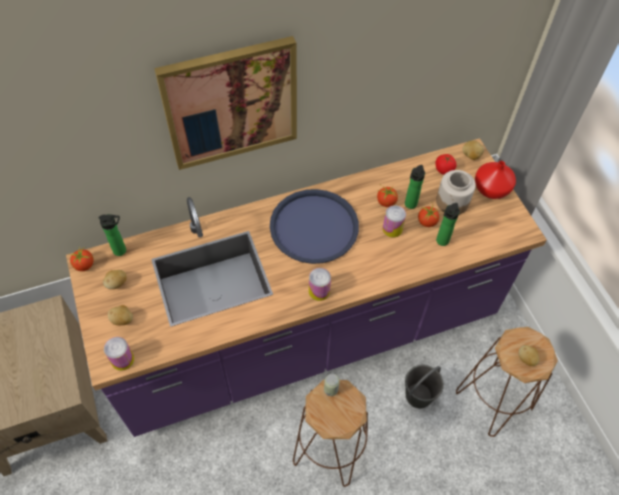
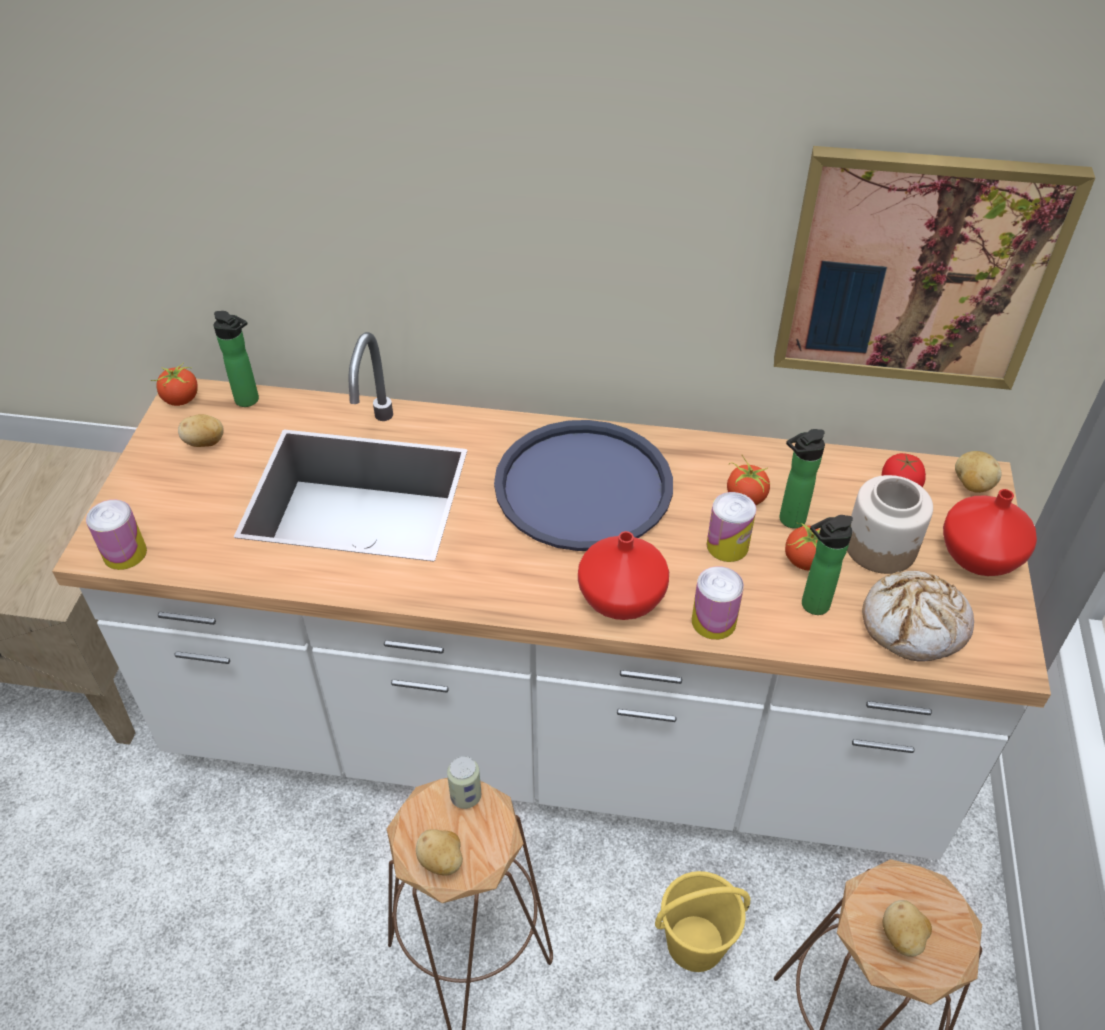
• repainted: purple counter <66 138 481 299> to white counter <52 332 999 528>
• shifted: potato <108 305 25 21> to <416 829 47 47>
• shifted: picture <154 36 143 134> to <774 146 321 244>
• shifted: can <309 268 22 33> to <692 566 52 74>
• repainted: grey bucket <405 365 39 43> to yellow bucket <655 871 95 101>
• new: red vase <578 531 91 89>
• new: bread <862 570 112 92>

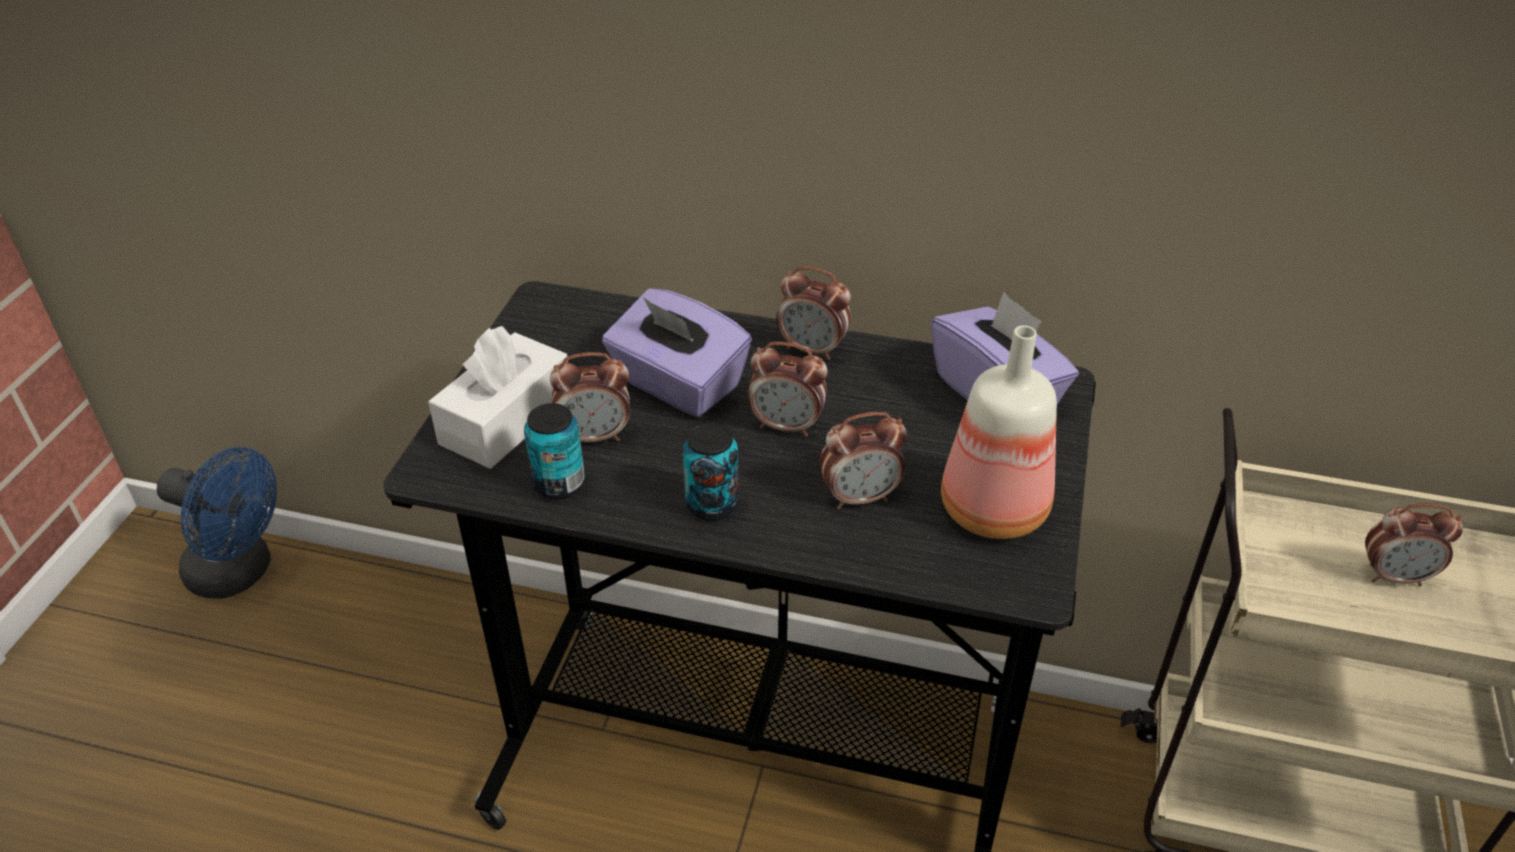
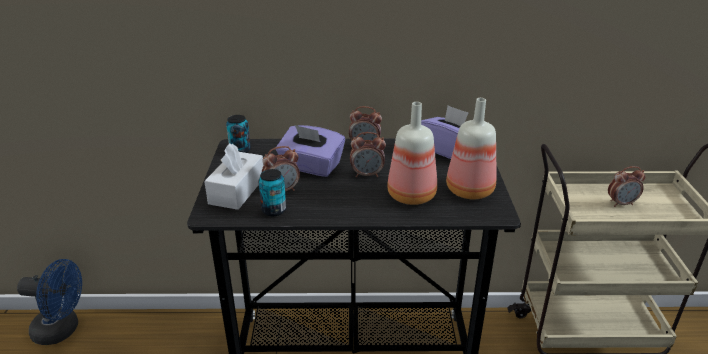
• shifted: can <683 423 56 98> to <226 115 25 38>
• swapped: alarm clock <820 412 87 97> to bottle <387 102 50 103>

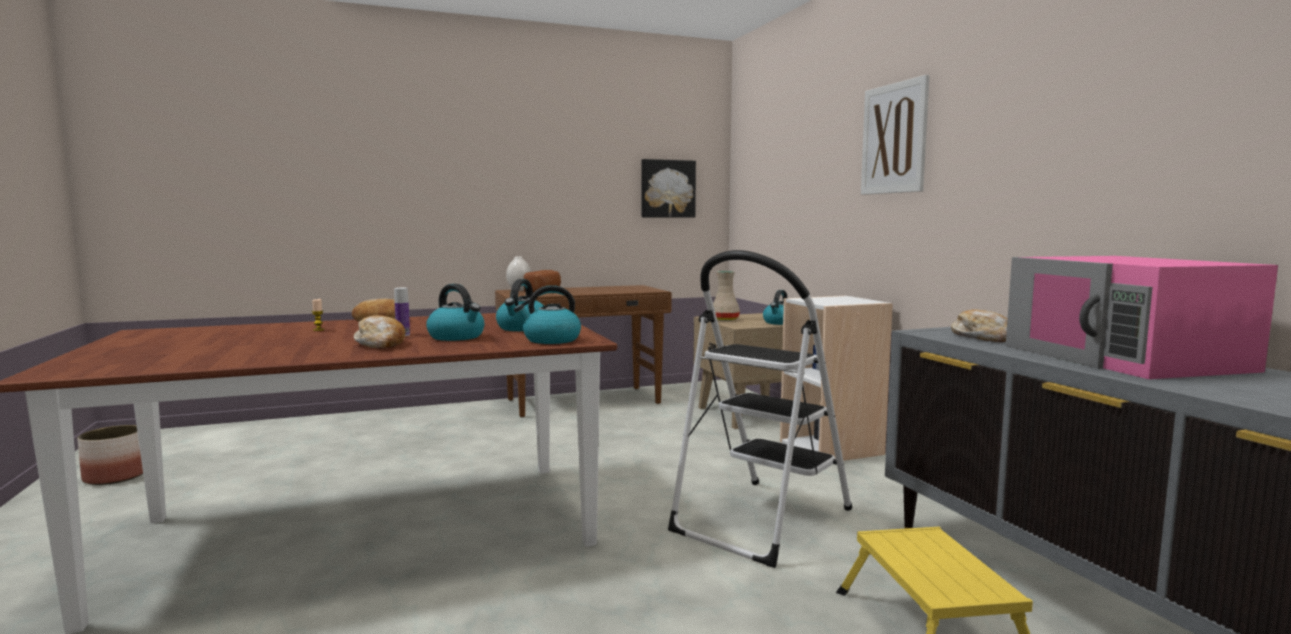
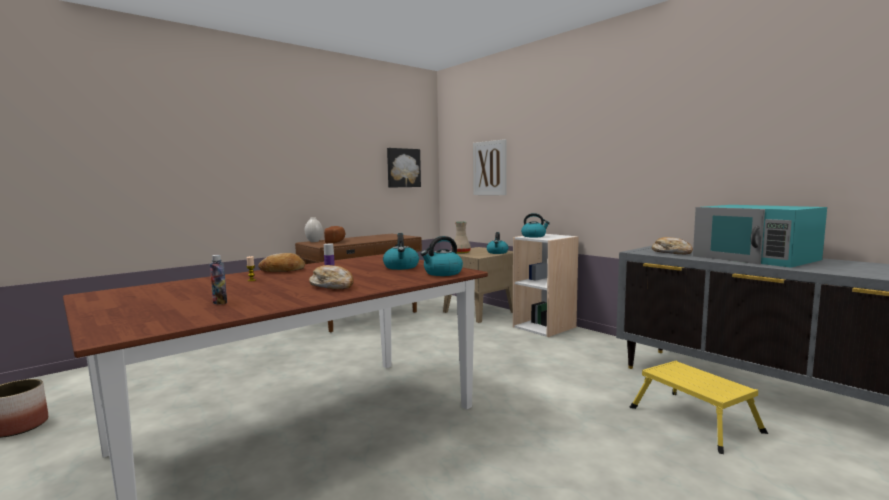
• shifted: kettle <426 284 58 57> to <521 213 29 25>
• gone: step ladder <668 250 184 318>
• shifted: picture <861 75 69 120> to <473 139 33 56>
• repainted: pink microwave <1006 256 272 123> to turquoise microwave <693 205 134 63>
• new: bottle <210 255 17 50>

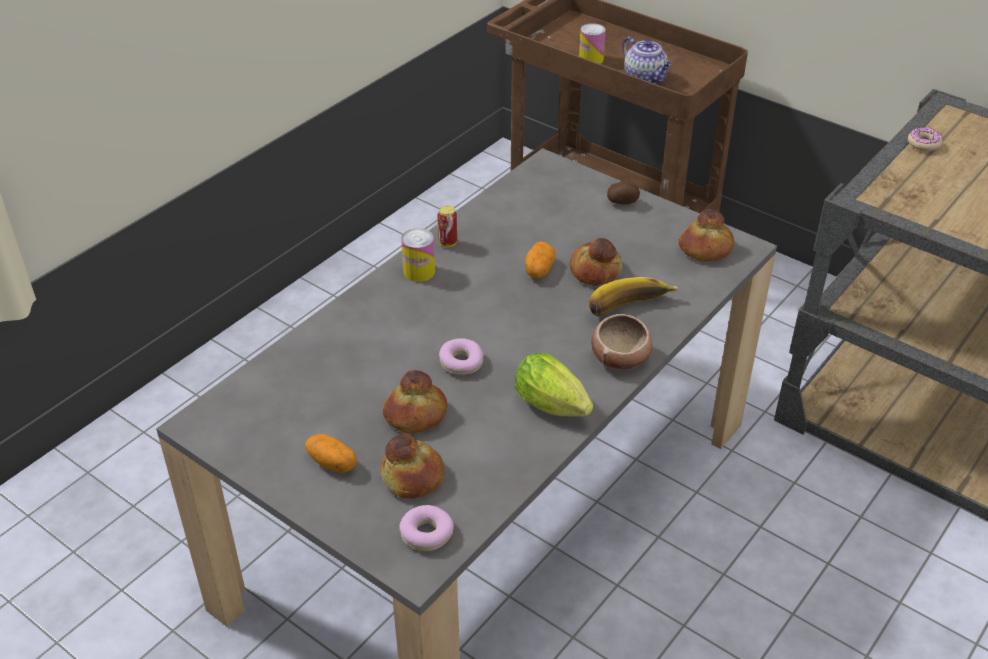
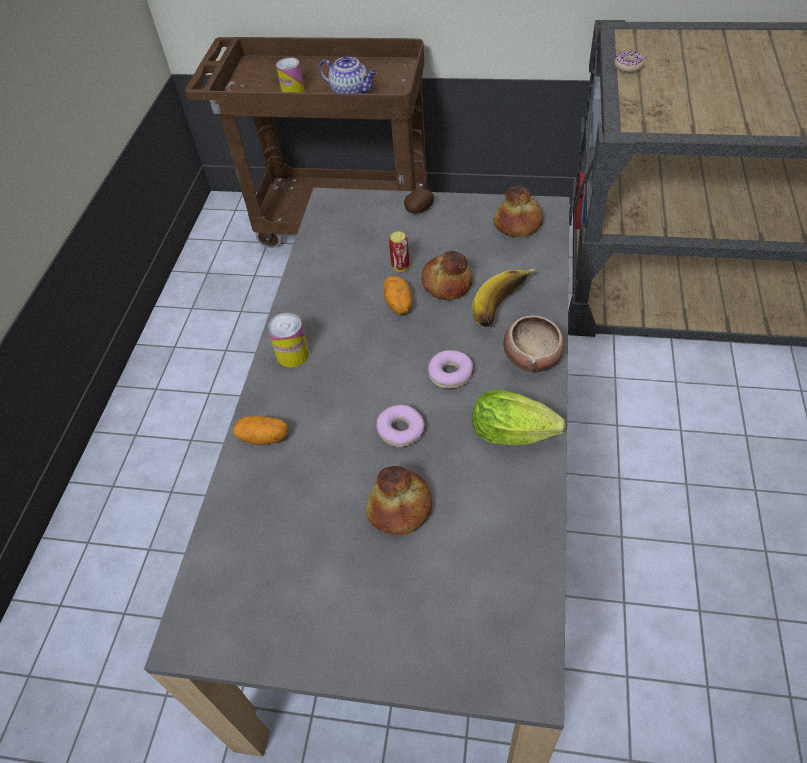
• shifted: potato <305 434 52 39> to <233 416 56 29>
• gone: bread <380 433 64 66>
• shifted: donut <399 505 55 46> to <428 350 45 38>
• shifted: can <438 206 19 41> to <389 231 20 41>

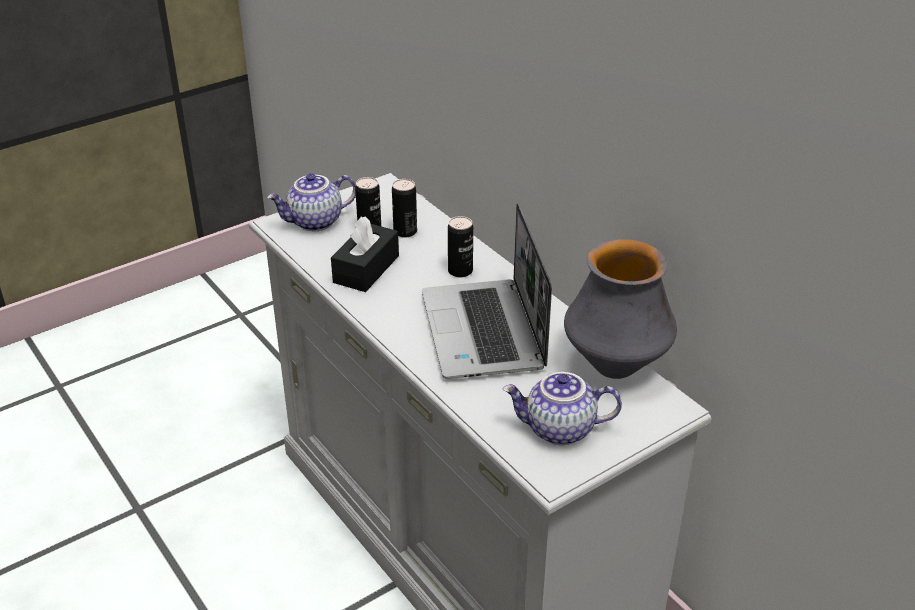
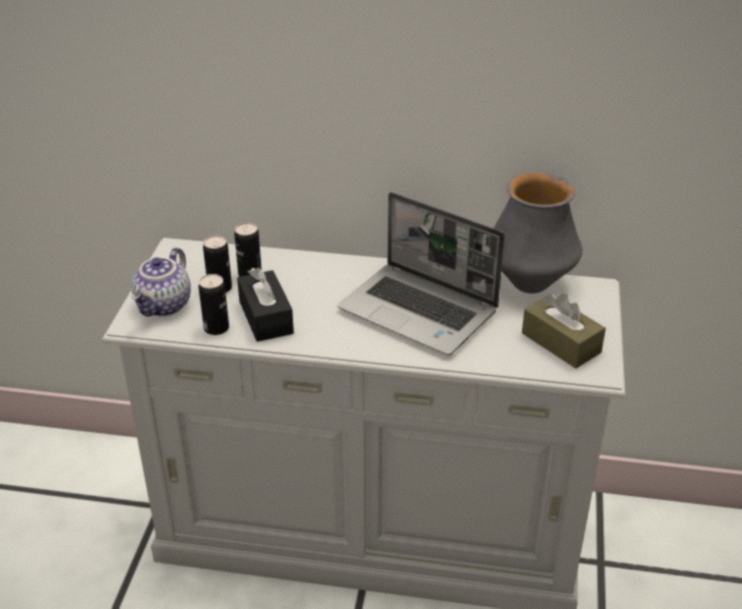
• shifted: can <448 216 25 62> to <198 274 31 61>
• swapped: teapot <502 372 120 73> to brown tissue box <522 293 84 75>

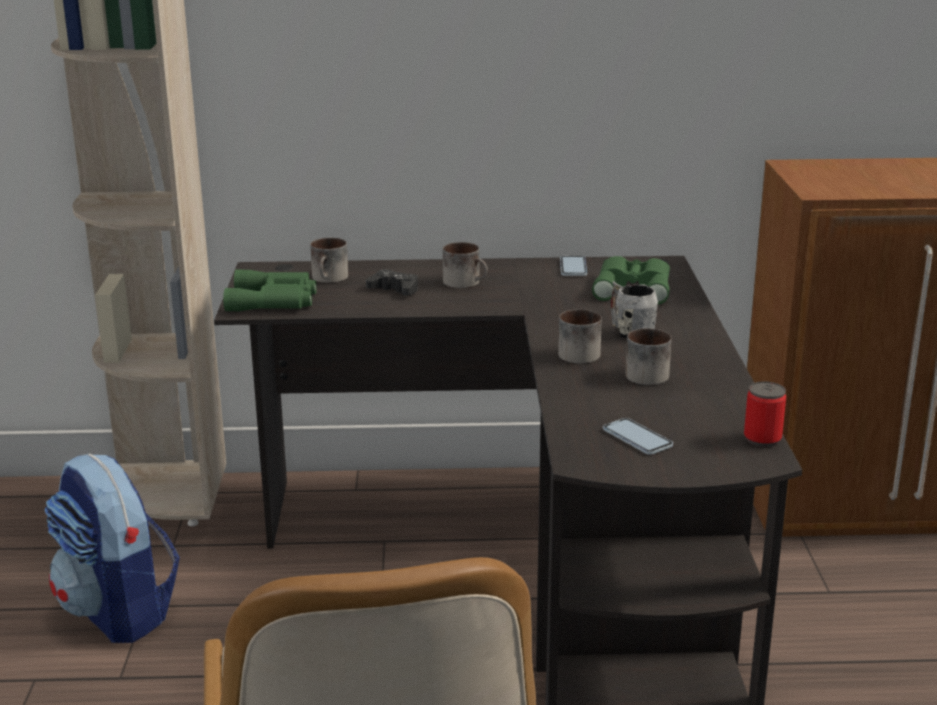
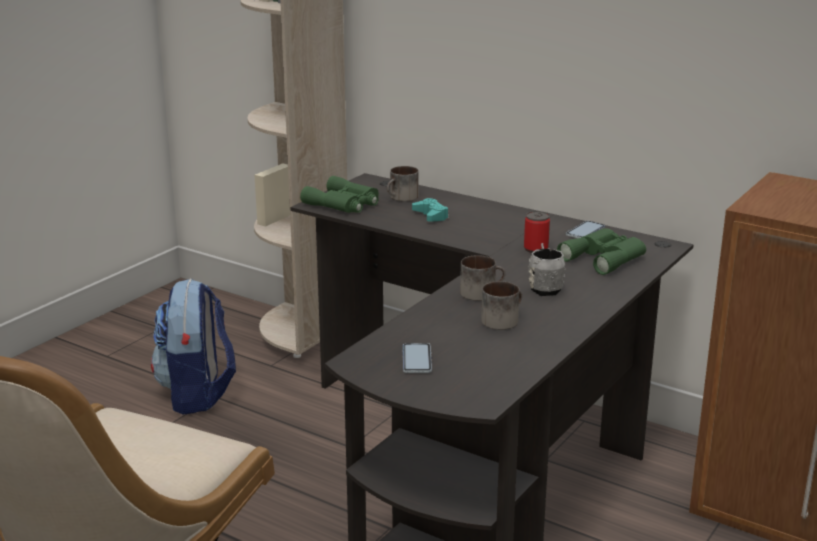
• repainted: black game controller <366 269 52 27> to turquoise game controller <412 198 37 24>
• gone: mug <443 242 45 46>
• shifted: can <744 381 42 66> to <524 211 26 42>

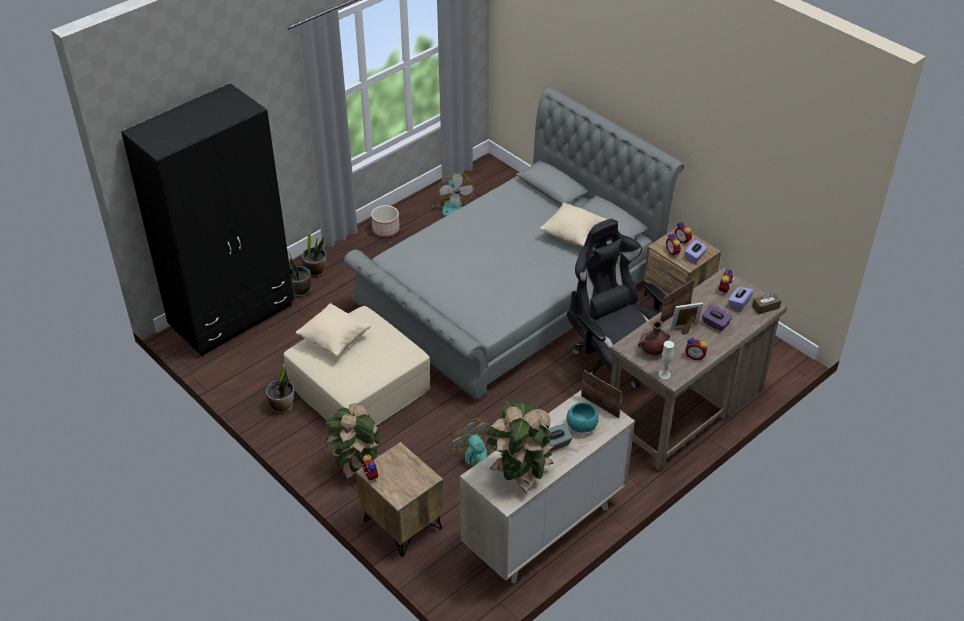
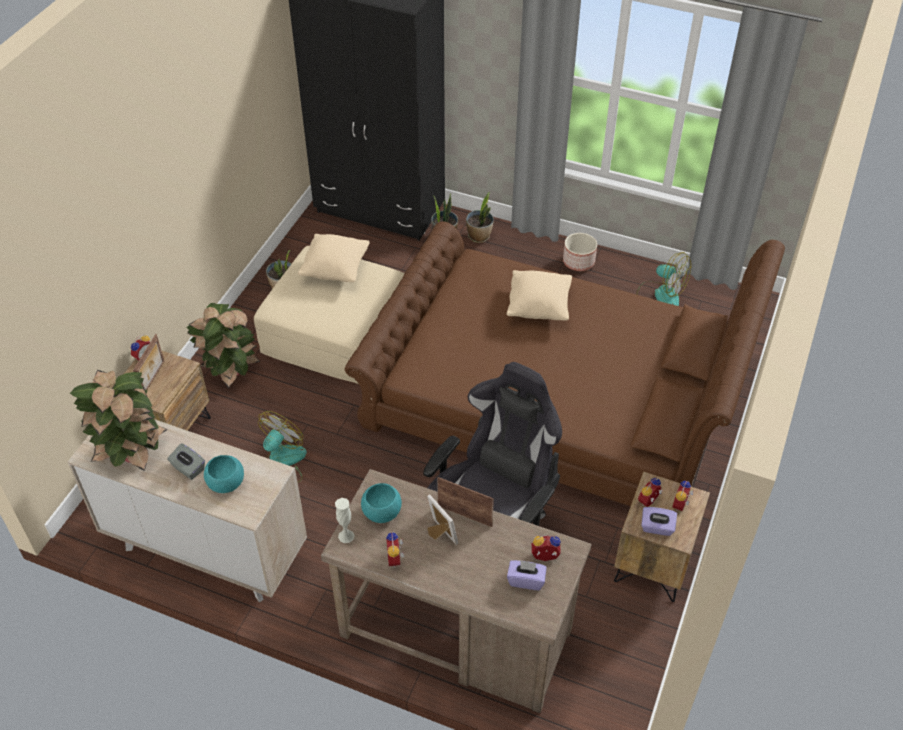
• repainted: grey bed <344 87 340 313> to brown bed <344 221 441 285>
• rotated: fan <429 173 45 43> = <636 252 55 54> 105 degrees counterclockwise
• shifted: beige pillow <540 203 66 44> to <507 270 65 51>
• shifted: picture frame <581 370 41 48> to <133 334 31 56>
• swapped: brown vase <638 320 32 35> to turquoise bowl <361 483 41 40>
• gone: purple tissue box <702 305 30 27>
• gone: brown tissue box <752 292 29 22>

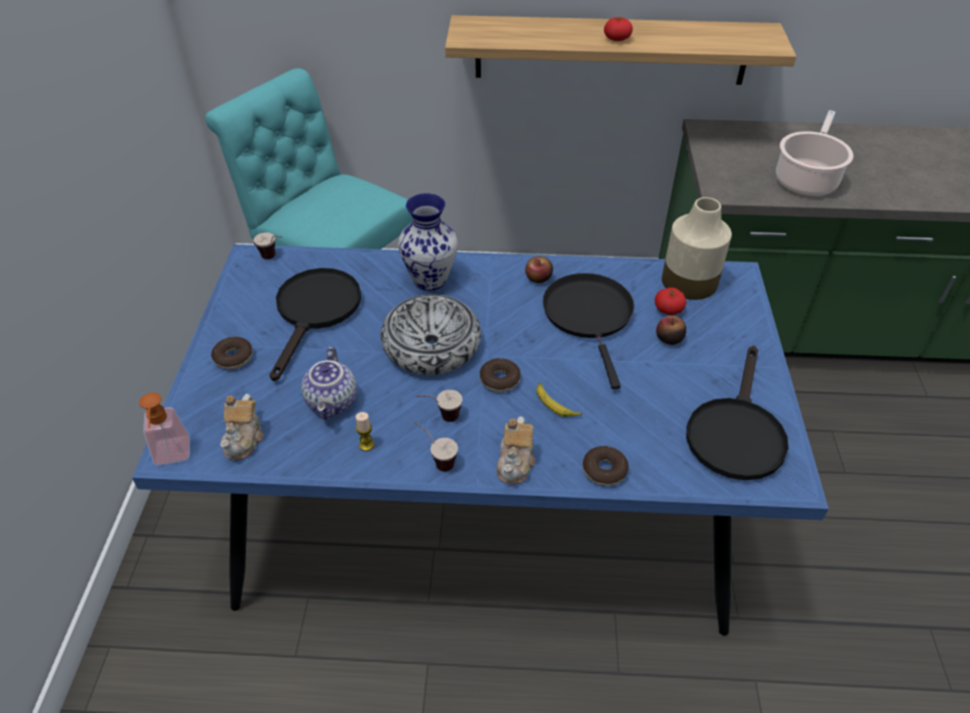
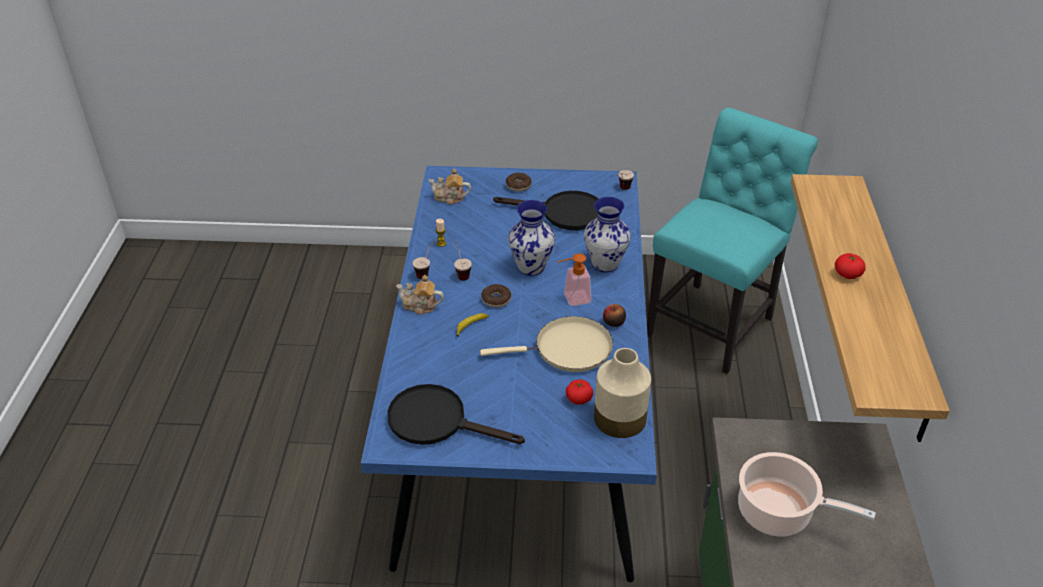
• shifted: soap dispenser <139 393 51 73> to <557 254 34 52>
• gone: teapot <302 347 55 73>
• swapped: bowl <381 294 100 81> to vase <508 200 47 76>
• repainted: black frying pan <543 273 91 116> to beige frying pan <480 316 133 56>
• gone: donut <583 446 46 40>
• gone: apple <656 316 30 29>

